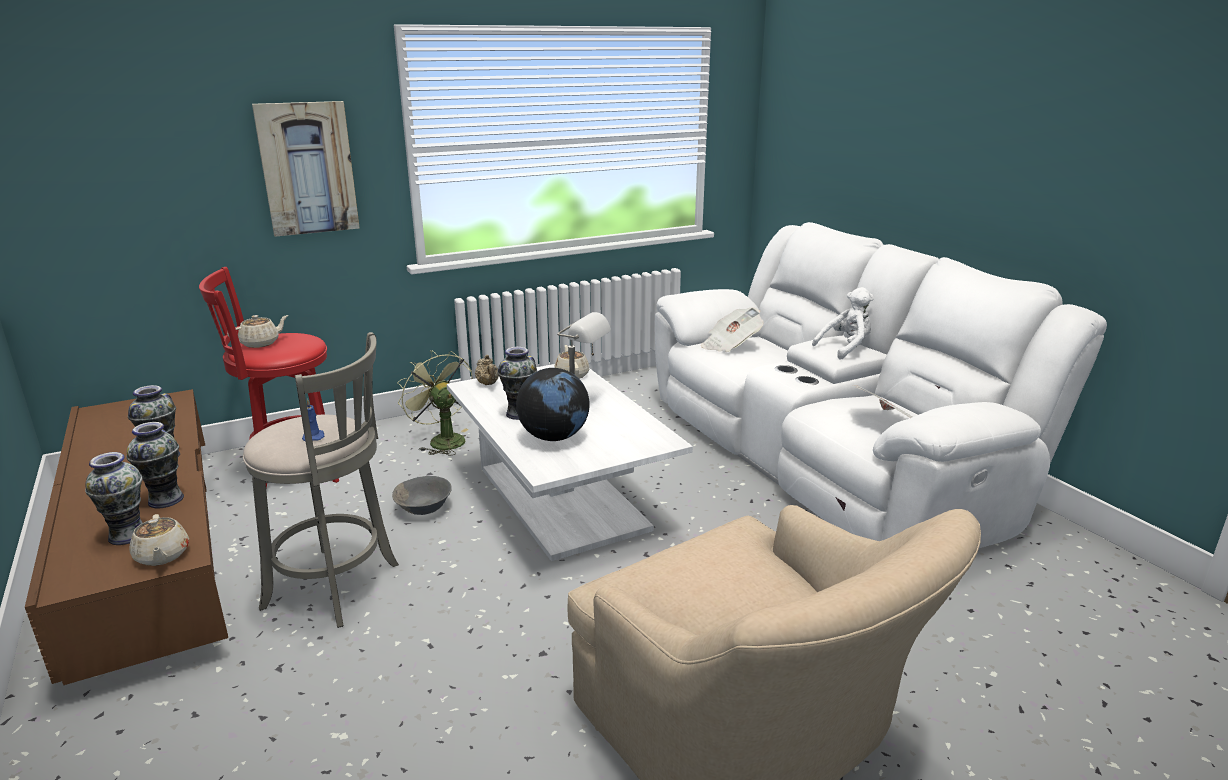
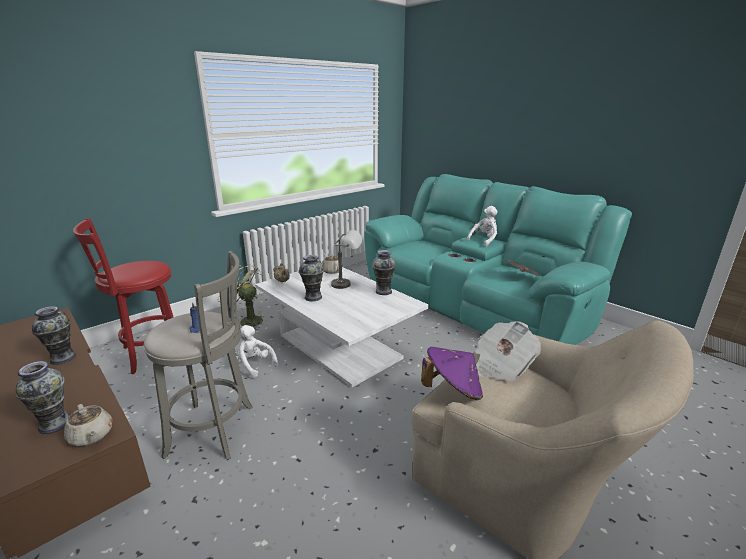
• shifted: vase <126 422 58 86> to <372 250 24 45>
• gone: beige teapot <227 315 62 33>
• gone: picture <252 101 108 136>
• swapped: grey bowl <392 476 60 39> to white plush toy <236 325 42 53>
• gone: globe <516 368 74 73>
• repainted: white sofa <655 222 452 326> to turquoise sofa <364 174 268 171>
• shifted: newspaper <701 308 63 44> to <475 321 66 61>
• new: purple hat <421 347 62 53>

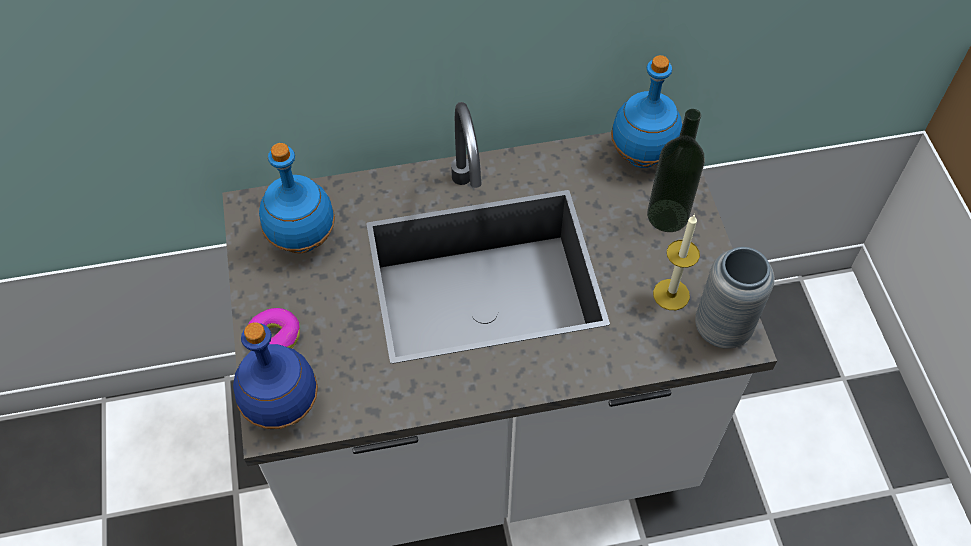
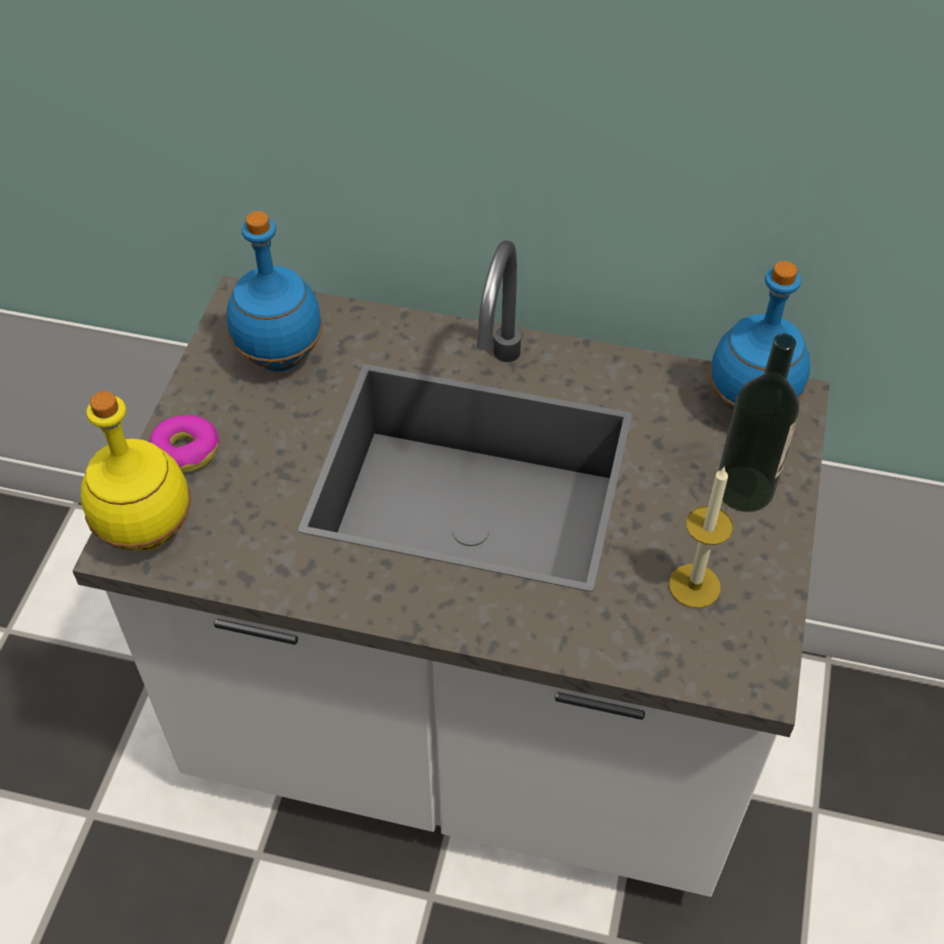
• repainted: blue bottle <233 322 85 107> to yellow bottle <81 391 110 160>
• gone: grey vase <695 247 80 102>

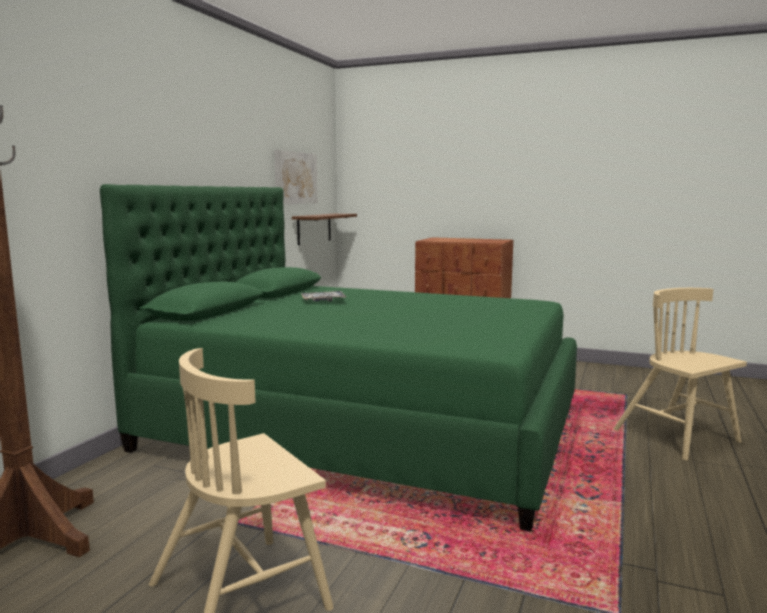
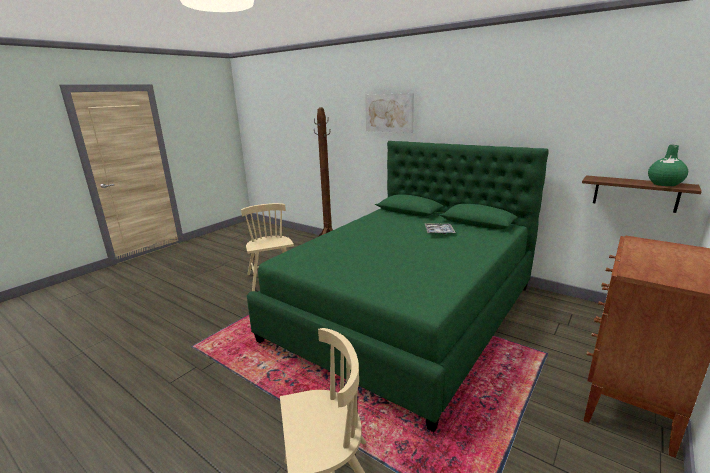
• shifted: picture <274 150 44 54> to <365 93 49 40>
• new: green vase <648 145 40 41>

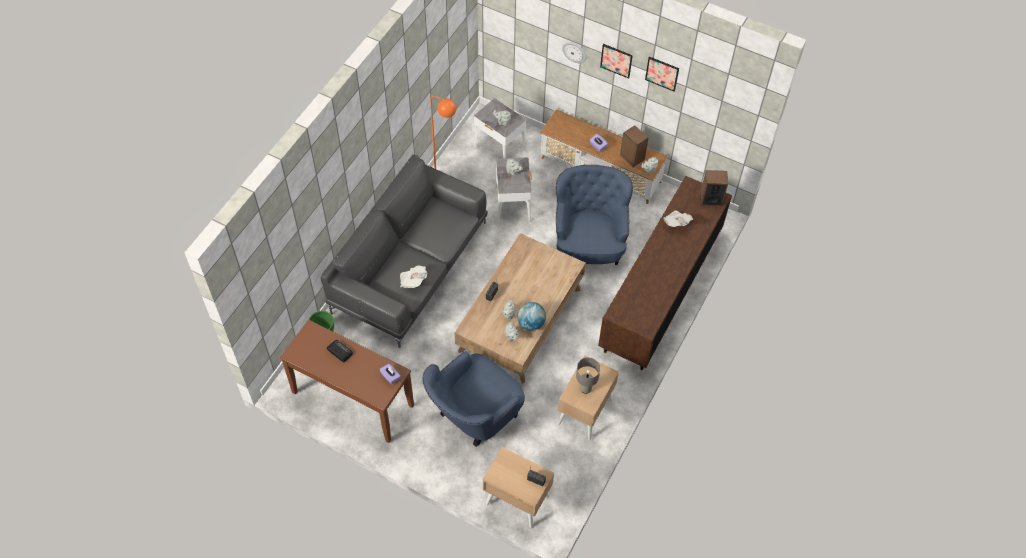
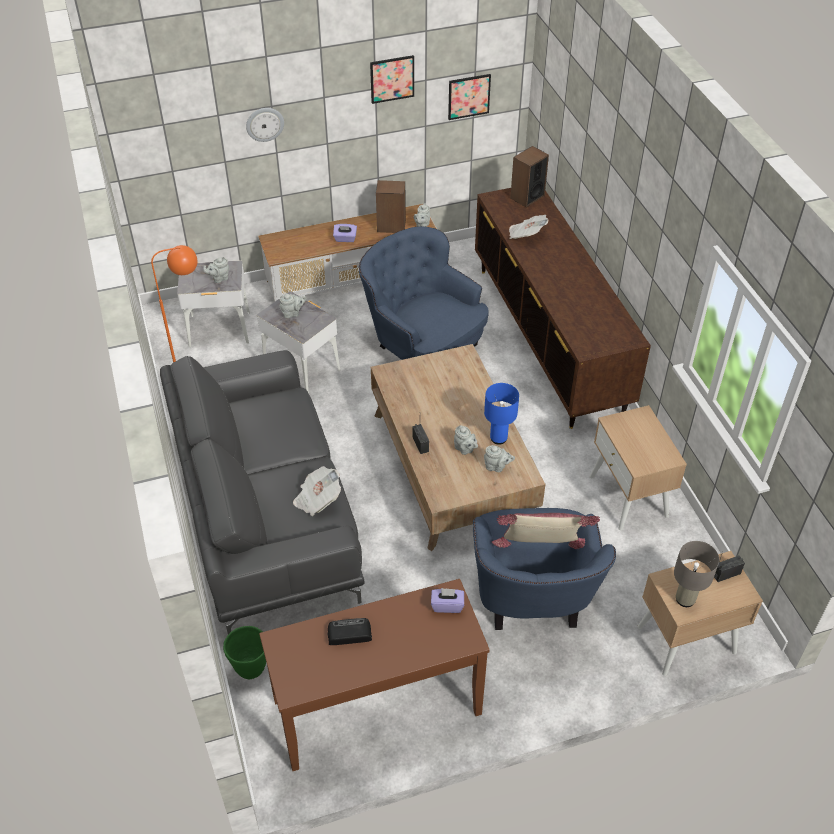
• swapped: globe <517 302 29 29> to blue table lamp <484 383 35 62>
• shifted: grey table lamp <576 357 24 37> to <674 541 45 66>
• shifted: picture <600 44 33 35> to <448 74 43 46>
• new: red pillow <491 513 109 36>

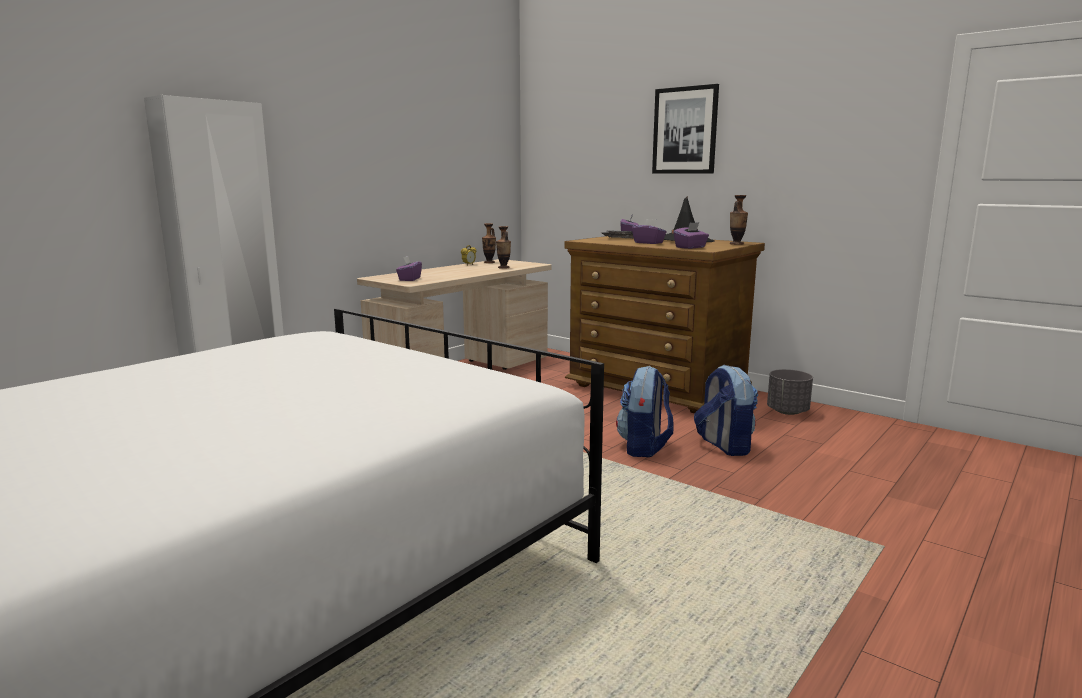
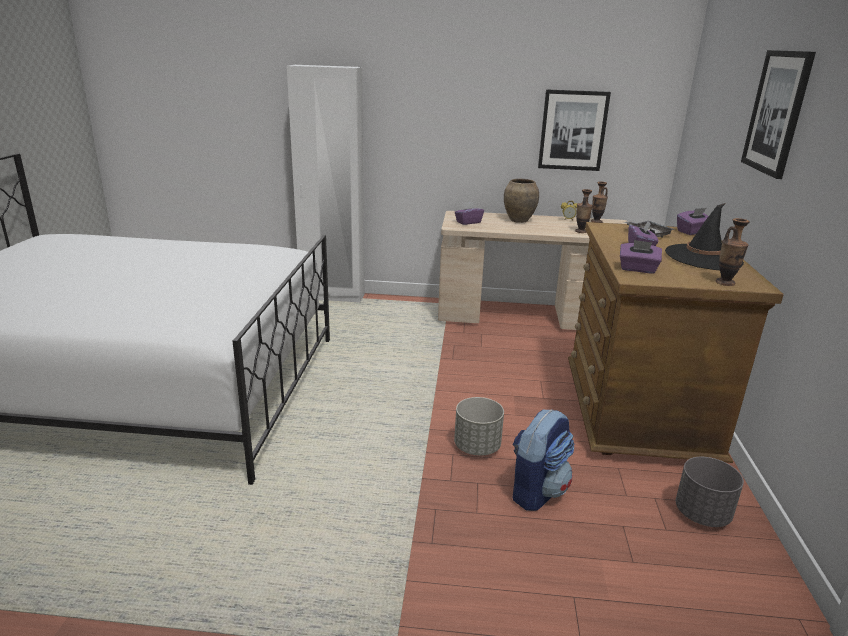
• swapped: backpack <616 366 58 91> to grey planter <454 397 50 59>
• new: brown vase <504 179 35 44>
• new: picture <538 89 73 82>

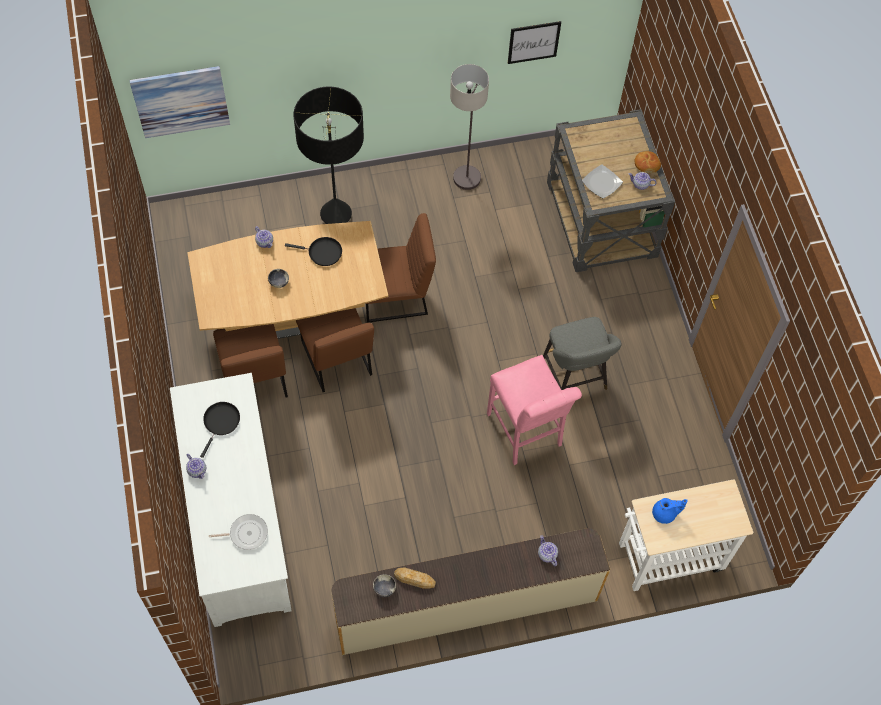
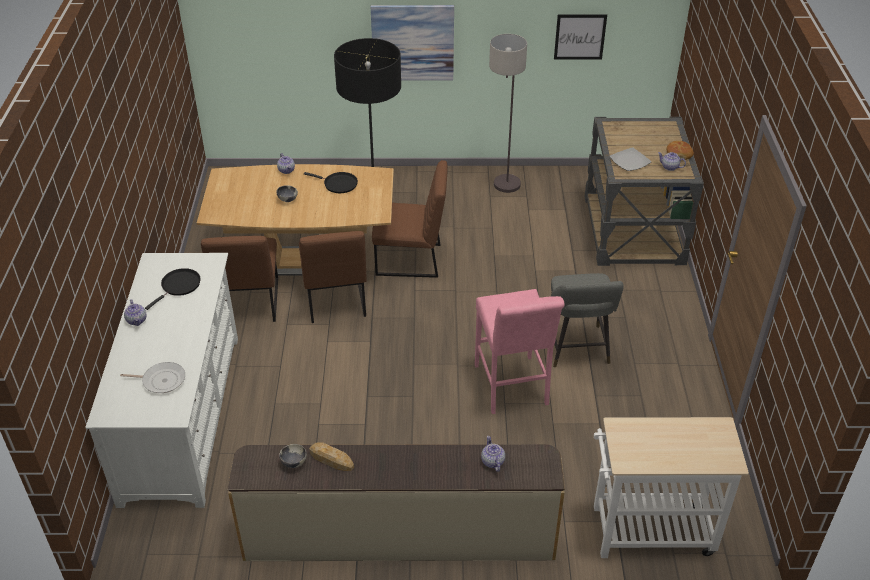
• shifted: picture <129 66 101 72> to <371 5 83 76>
• gone: blue teapot <652 498 36 26>

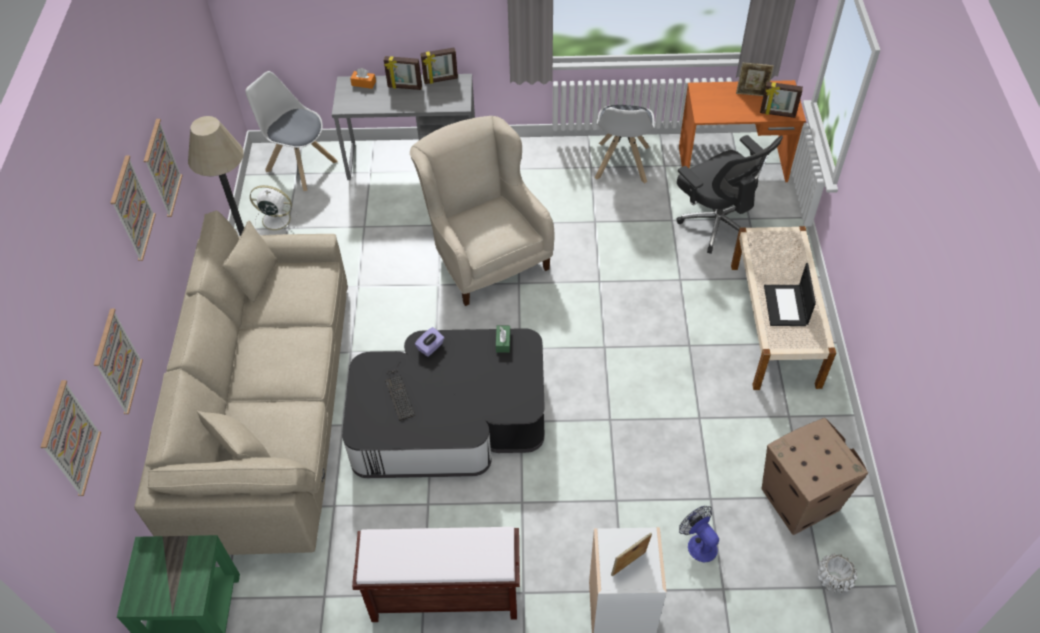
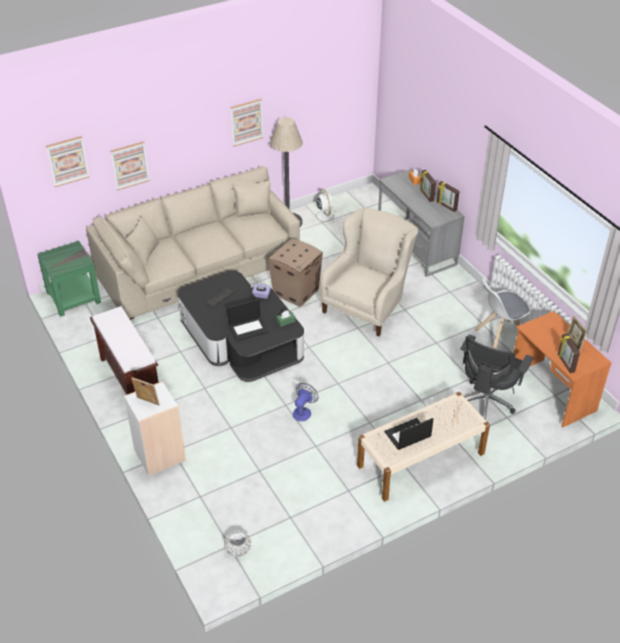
• gone: picture <110 155 46 106>
• gone: chair <246 71 92 120>
• shifted: fan <679 506 40 56> to <293 383 25 38>
• shifted: cardboard box <761 418 107 117> to <268 239 55 68>
• new: laptop <227 299 42 42>

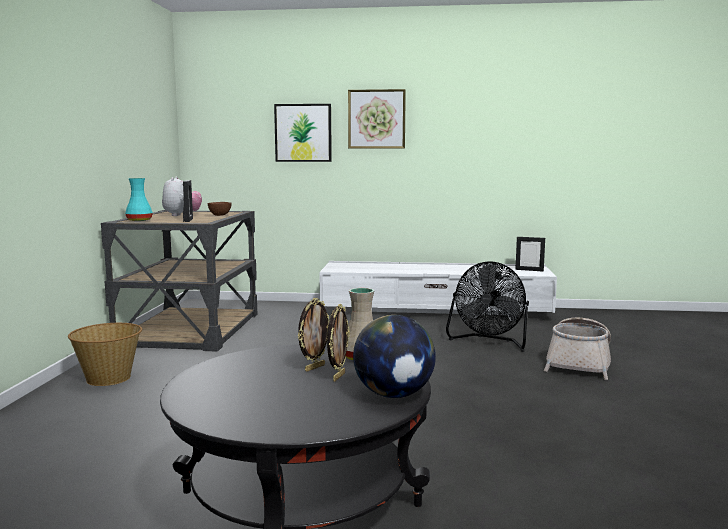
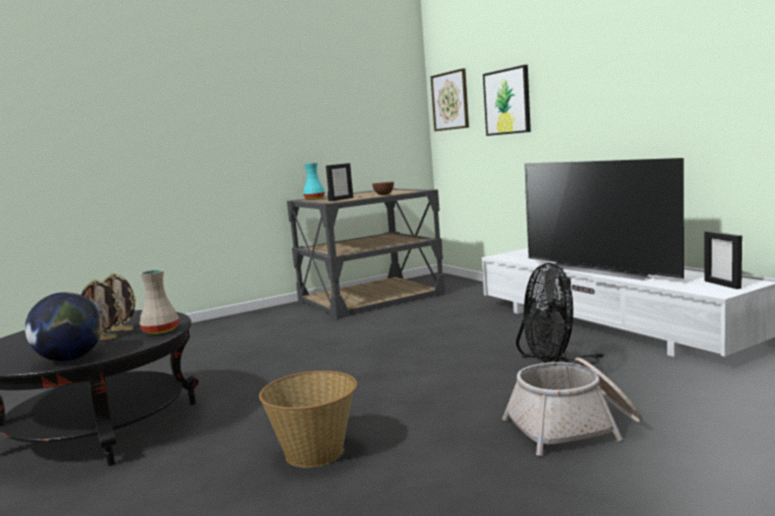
• shifted: basket <68 323 74 63> to <259 371 98 97>
• gone: plush toy <162 177 40 39>
• shifted: picture <348 89 58 60> to <431 68 38 63>
• new: television <524 158 160 123>

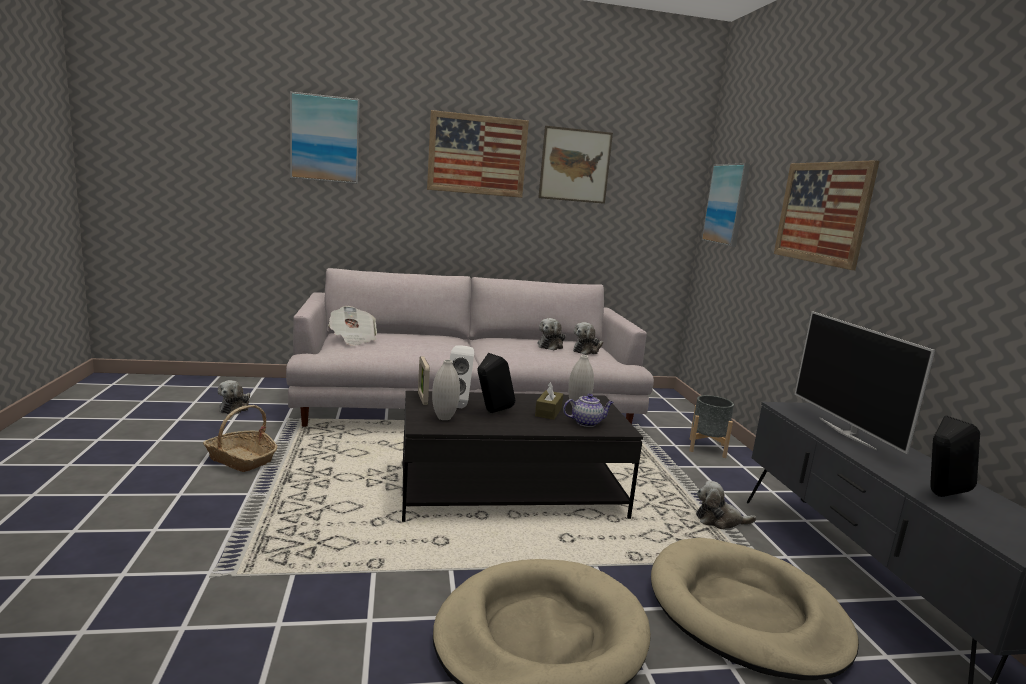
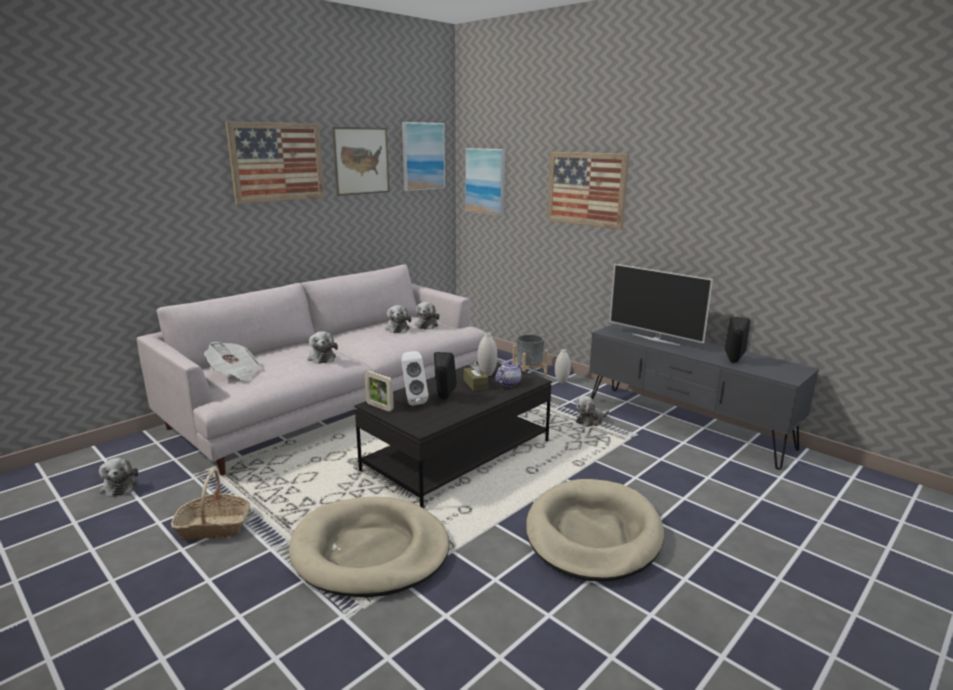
• shifted: picture <290 92 70 92> to <402 122 43 69>
• shifted: white vase <432 359 28 61> to <555 349 16 34>
• shifted: beige dog bed <651 537 208 143> to <289 497 160 101>
• new: plush toy <307 331 31 33>

